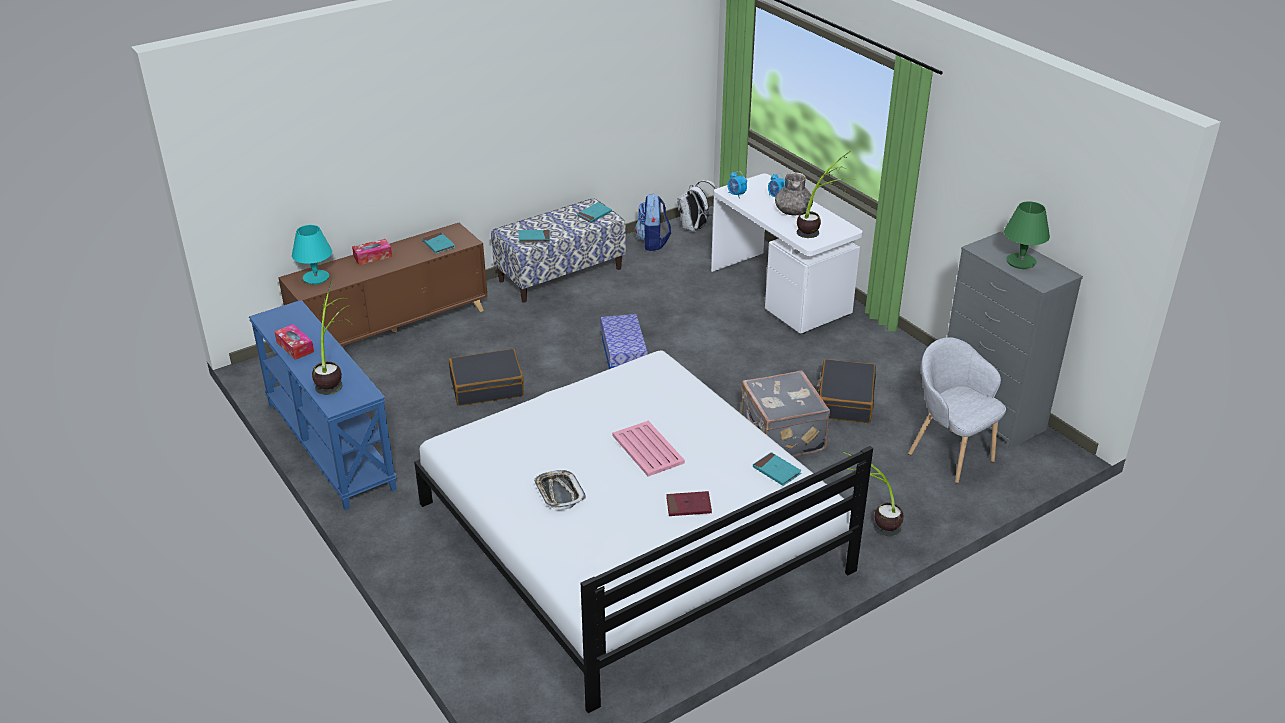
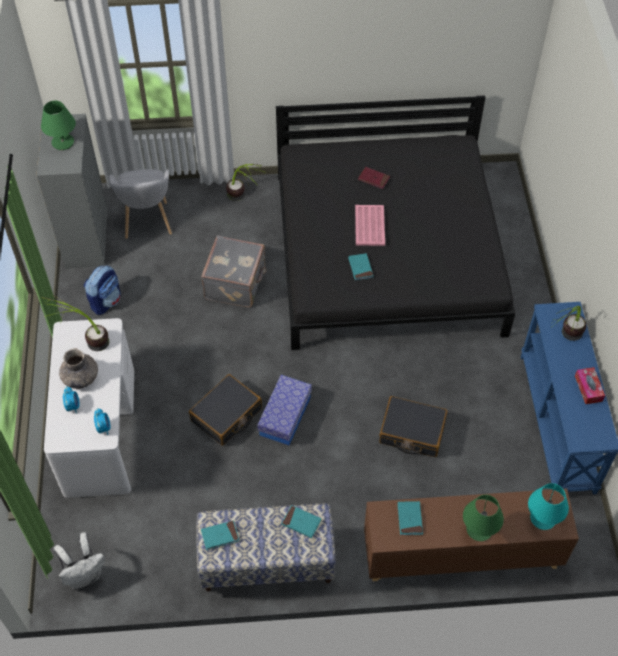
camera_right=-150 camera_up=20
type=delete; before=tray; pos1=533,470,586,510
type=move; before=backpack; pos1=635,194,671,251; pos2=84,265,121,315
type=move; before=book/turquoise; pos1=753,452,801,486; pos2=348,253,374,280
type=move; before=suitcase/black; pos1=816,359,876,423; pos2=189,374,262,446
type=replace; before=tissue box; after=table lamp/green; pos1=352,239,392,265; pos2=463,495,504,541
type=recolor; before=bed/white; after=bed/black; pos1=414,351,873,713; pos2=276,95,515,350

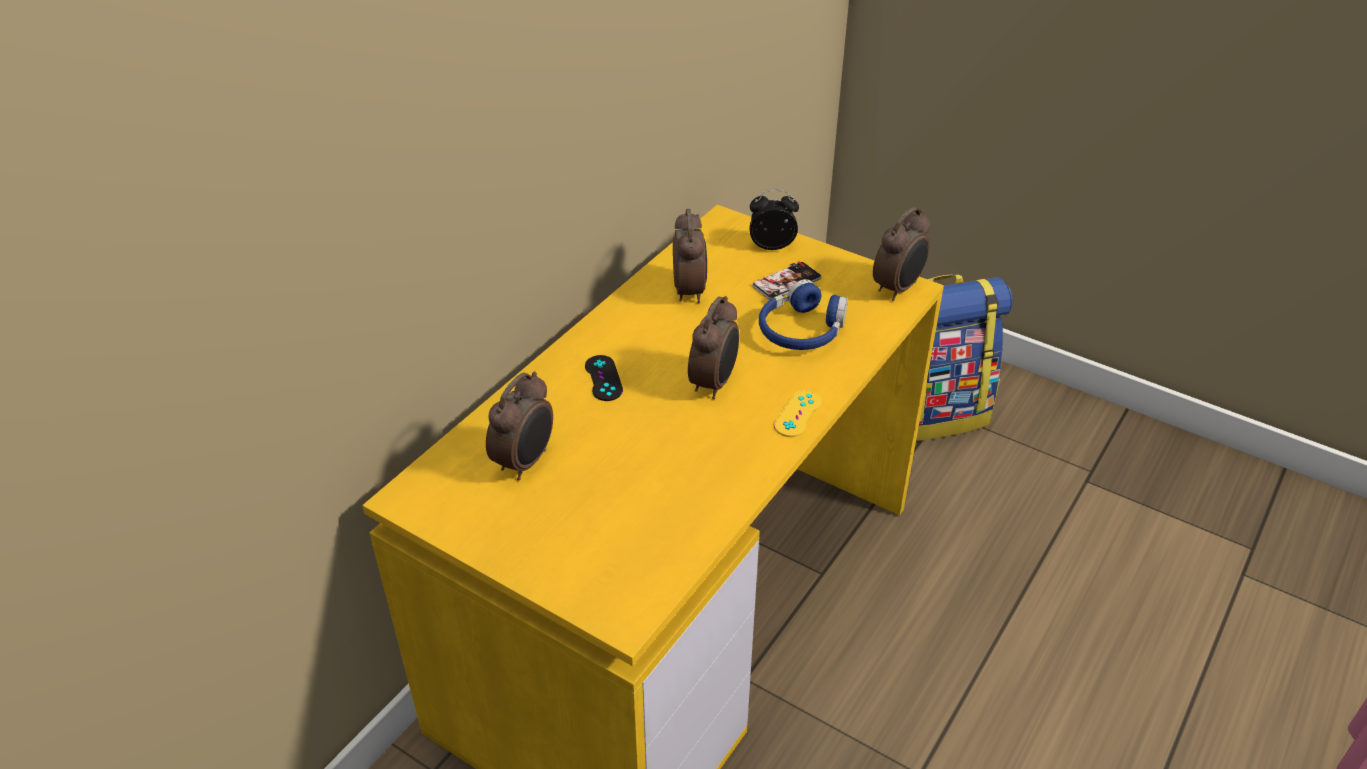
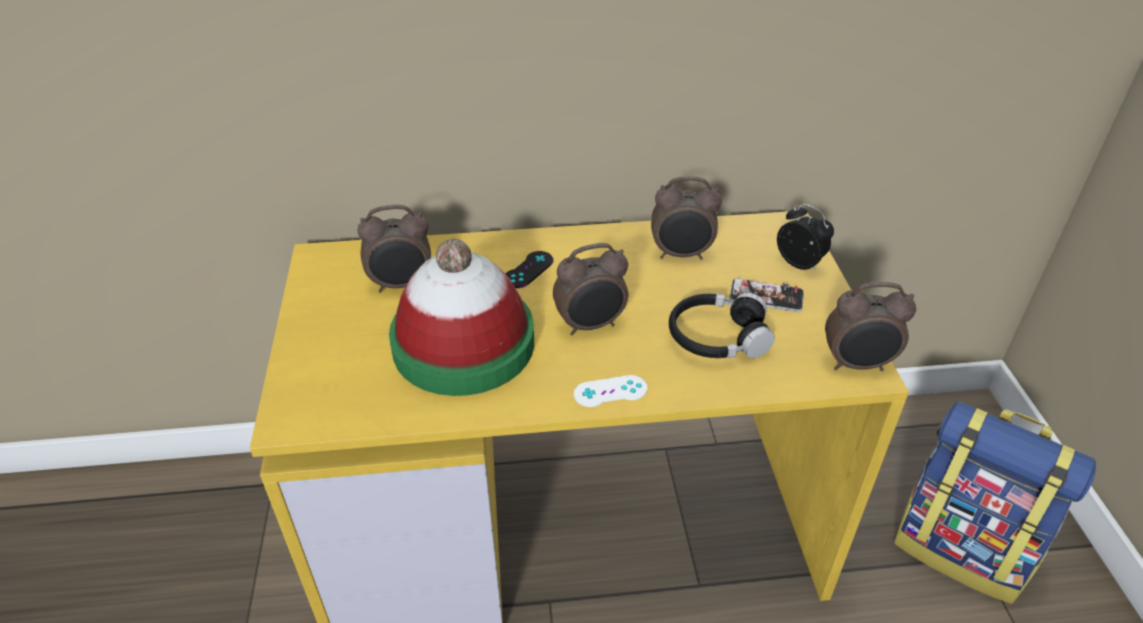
camera_right=50 camera_up=0
type=insert; after=hat; pos2=389,239,534,396
type=recolor; before=headphones/blue; after=headphones/black; pos1=759,279,848,350; pos2=669,293,775,358
type=recolor; before=game controller/yellow; after=game controller/white; pos1=774,390,821,437; pos2=574,375,648,407
type=rotate; before=alarm clock; pos1=673,209,707,303; pos2=651,176,722,260; turn=45

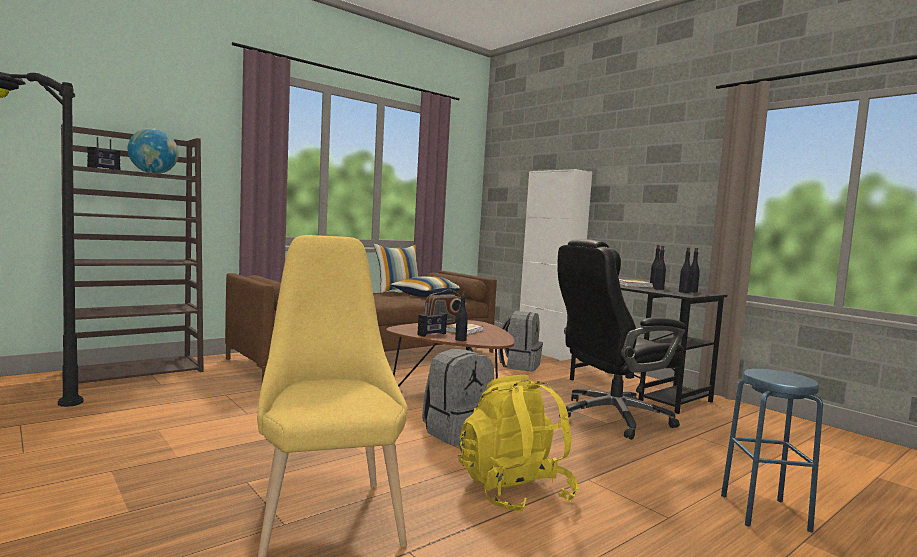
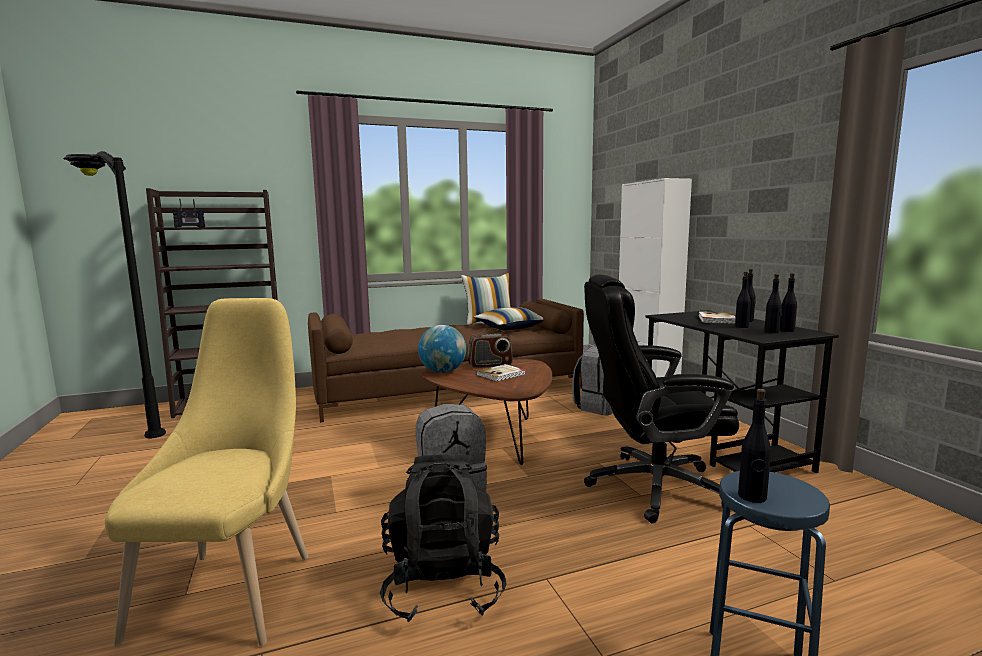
camera_right=20 camera_up=5
type=delete; before=radio; pos1=417,303,447,337
type=move; before=globe; pos1=128,128,178,174; pos2=418,325,466,373
type=move; before=bottle/black; pos1=455,291,468,341; pos2=738,389,771,503
type=recolor; before=backpack/yellow; after=backpack/black; pos1=458,374,579,513; pos2=380,454,506,622

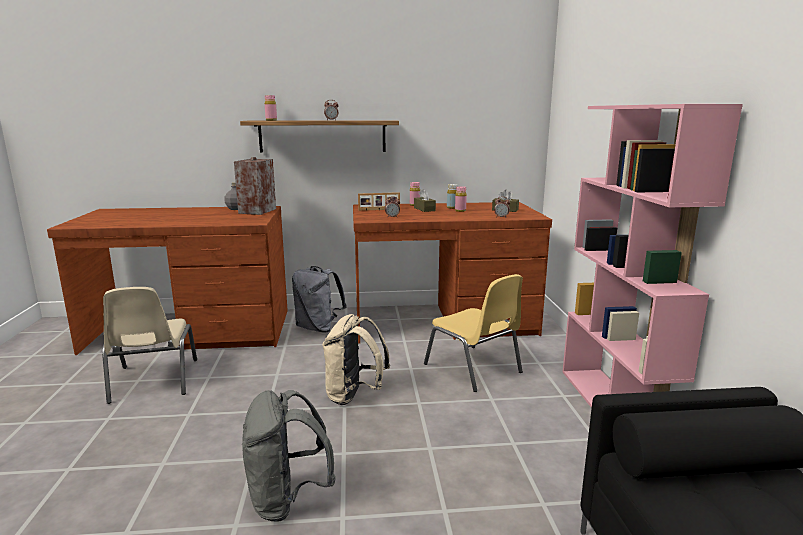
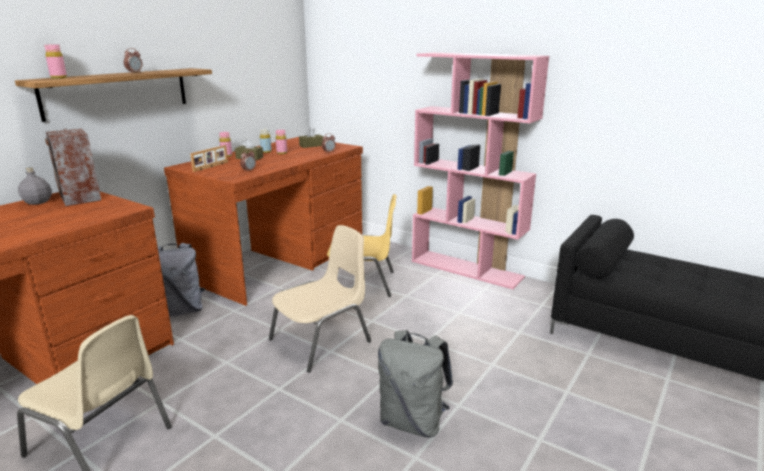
camera_right=-50 camera_up=5
type=replace; before=backpack/beige; after=chair/beige; pos1=322,314,390,405; pos2=269,225,371,373

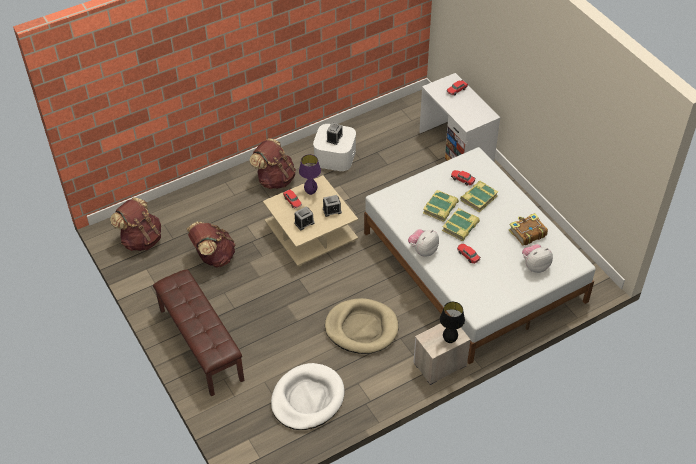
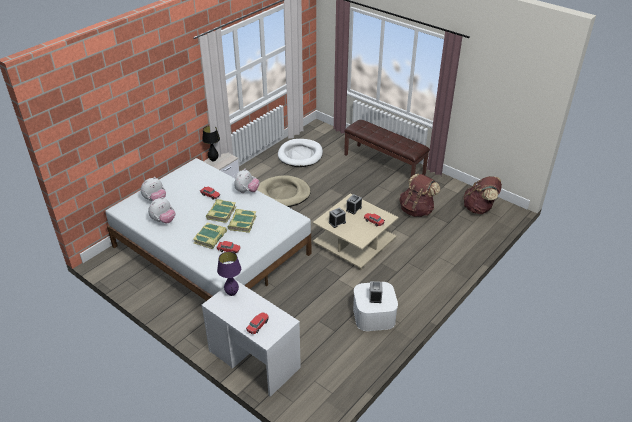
camera_right=160 camera_up=-10
type=delete; before=backpack/brown; pos1=249,138,296,189
type=move; before=table lamp/purple; pos1=299,154,321,195; pos2=217,252,241,296
type=replace; before=book; after=plush toy; pos1=509,213,548,245; pos2=148,197,175,223

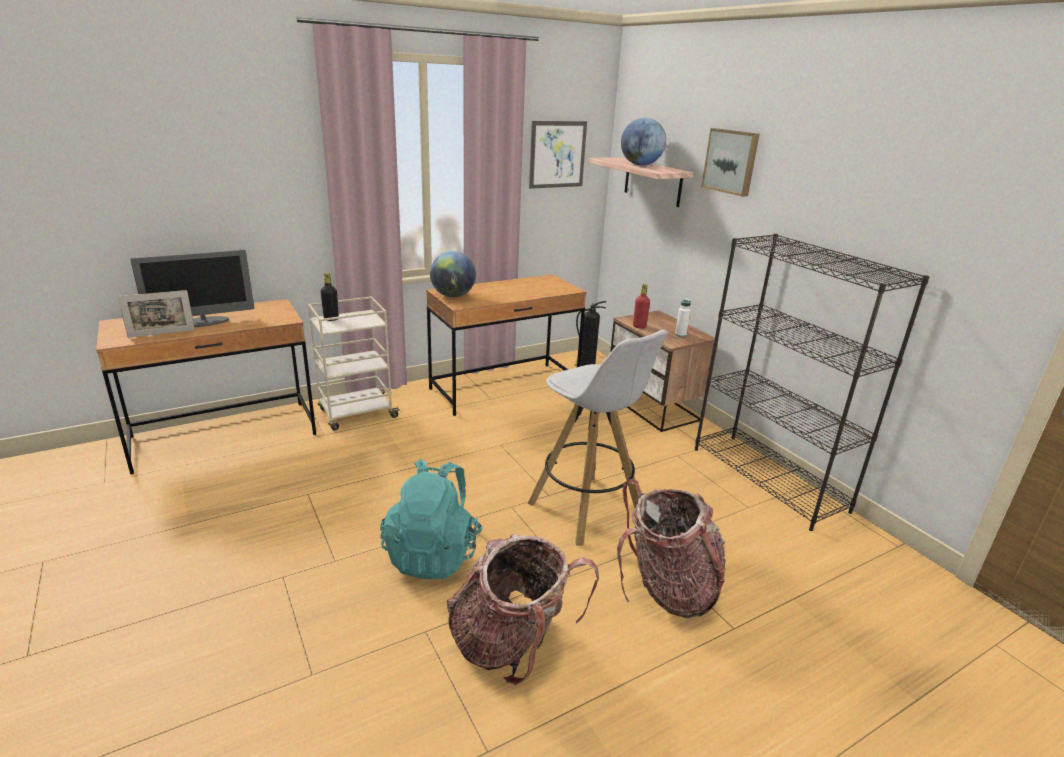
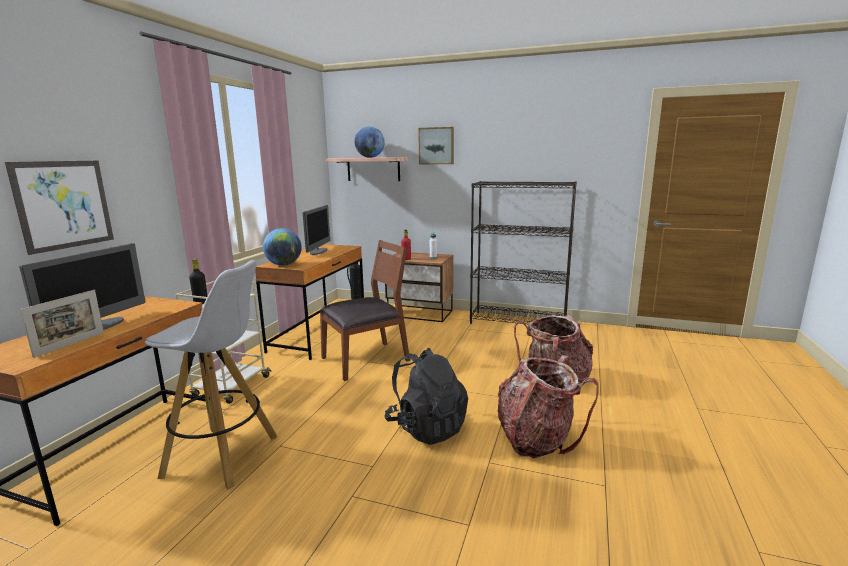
camera_right=-40 camera_up=-10
type=insert; after=monitor; pos2=303,205,330,255
type=insert; after=chair/brown; pos2=320,240,410,381
type=move; before=stool/white; pos1=528,330,667,546; pos2=144,260,277,490
type=move; before=picture; pos1=529,121,587,189; pos2=5,161,114,255
type=recolor; before=backpack/turquoise; after=backpack/black; pos1=380,459,483,579; pos2=384,348,468,445

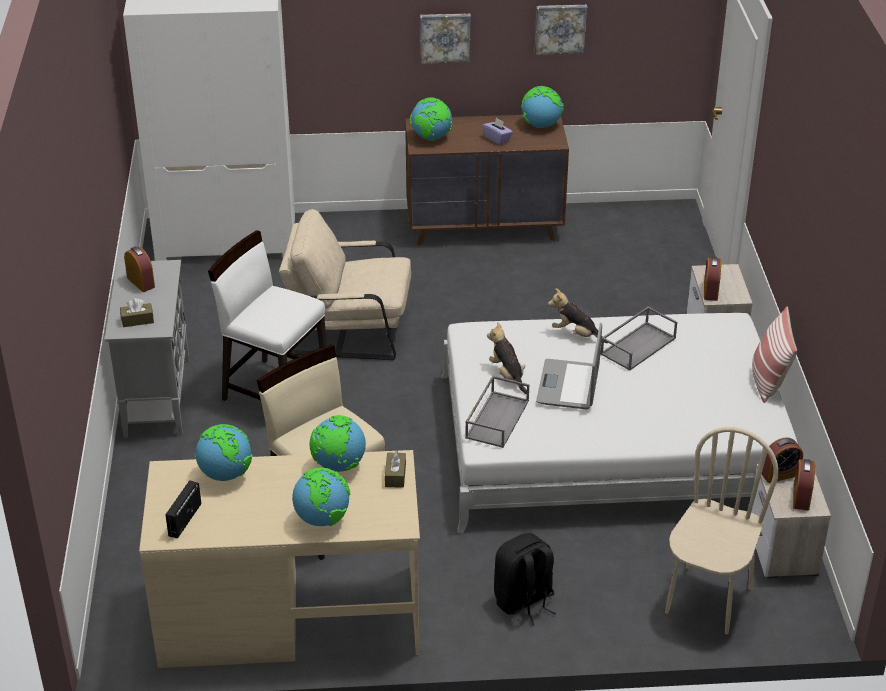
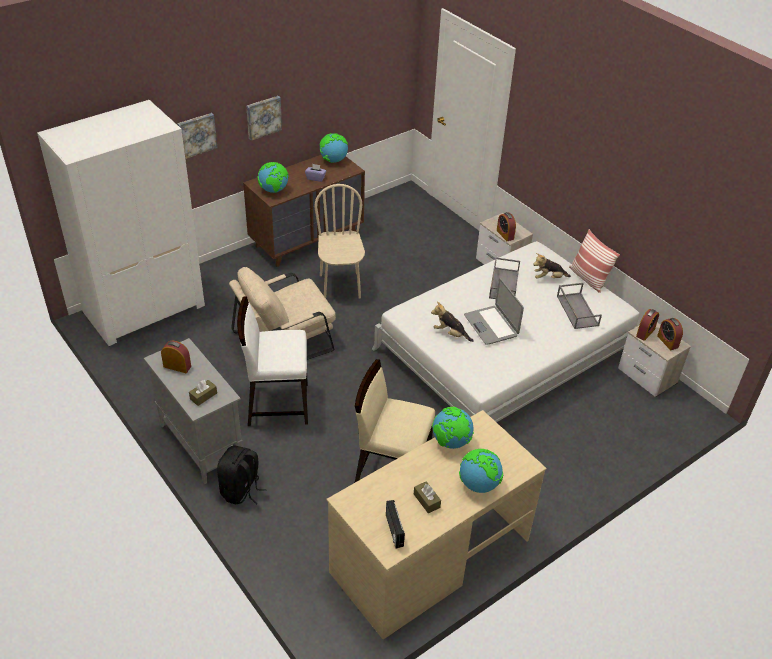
camera_right=-35 camera_up=5
type=delete; before=globe; pos1=195,424,252,481
type=move; before=tissue box/brown; pos1=385,450,406,488; pos2=414,481,441,513
type=move; before=tray/grey; pos1=465,375,529,448; pos2=557,283,602,329
type=move; before=backpack/black; pos1=494,533,556,626; pos2=217,445,267,505
type=move; before=picture; pos1=535,4,587,55; pos2=177,113,217,159
type=move; before=plush toy; pos1=548,288,608,343; pos2=533,253,571,279
type=move; before=chair/beige; pos1=665,427,779,634; pos2=314,184,365,299

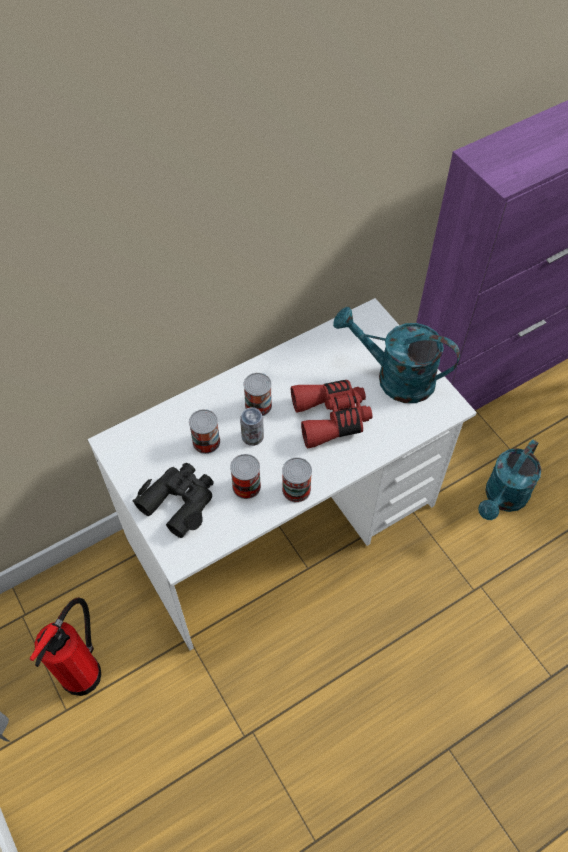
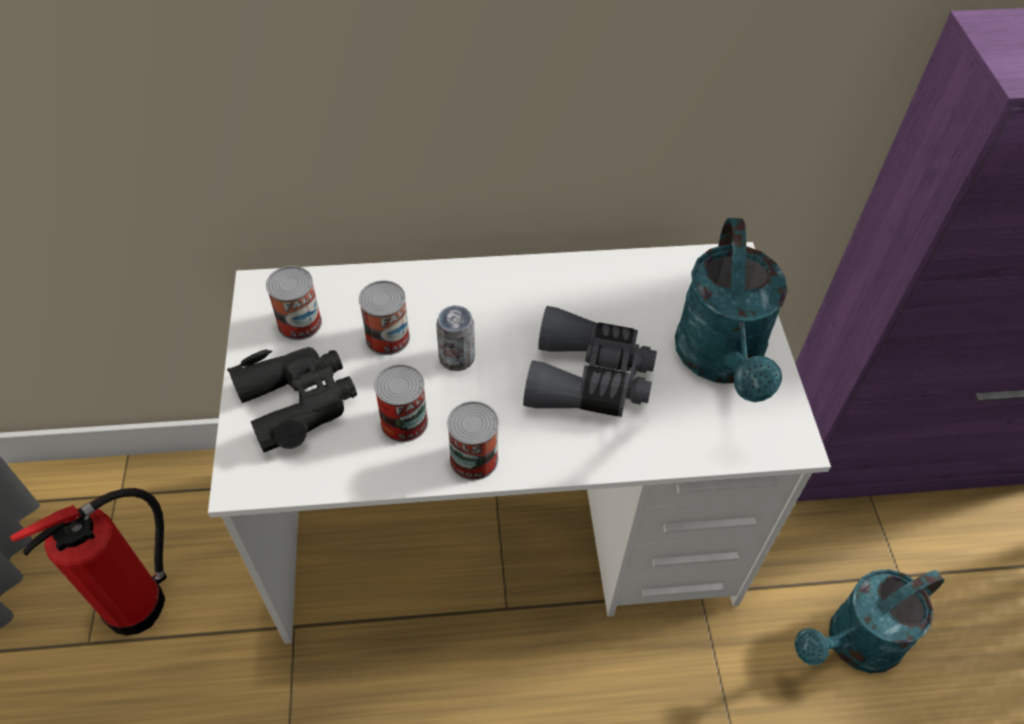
camera_right=25 camera_up=-5
type=move; before=can; pos1=243,373,272,416; pos2=266,266,322,340
type=recolor; before=binoculars/red; after=binoculars/grey; pos1=291,380,373,449; pos2=523,306,657,417
type=rotate; before=watering can/turquoise; pos1=333,307,460,403; pos2=675,218,787,402; turn=-135

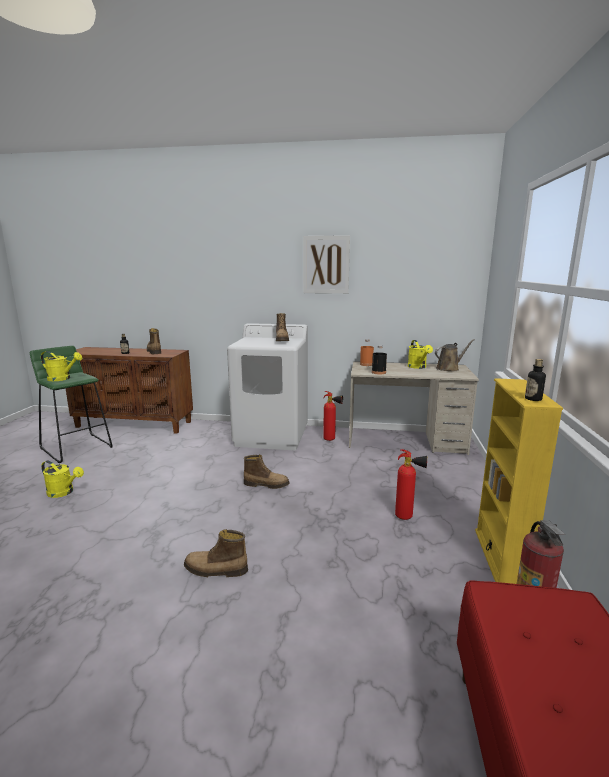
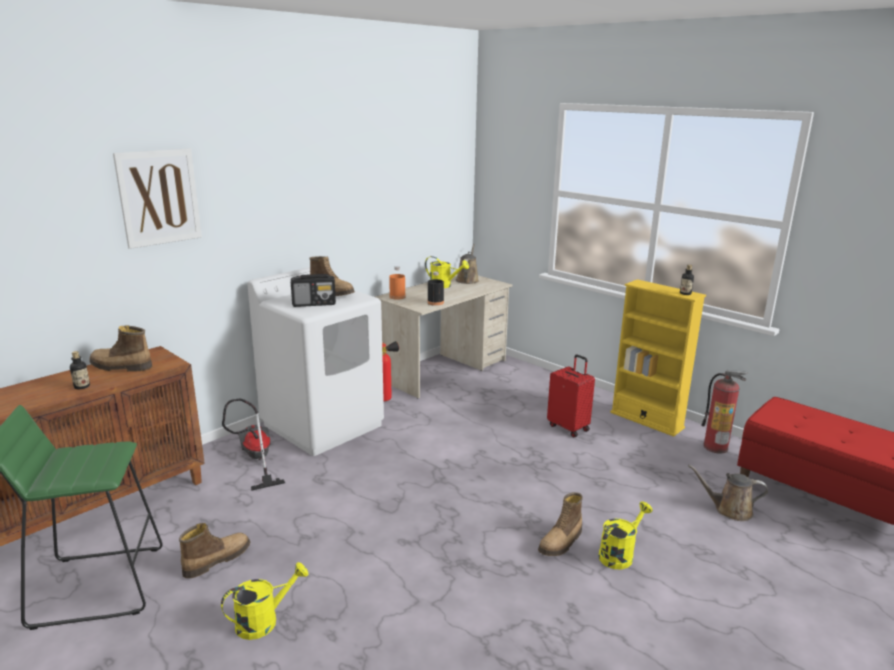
camera_right=-55 camera_up=5
type=insert; after=vacuum cleaner; pos2=222,399,285,491
type=insert; after=radio; pos2=291,274,336,307
type=insert; after=watering can/brown; pos2=688,465,768,521
type=move; before=watering can/yellow; pos1=41,351,82,381; pos2=598,501,653,569
type=move; before=boot; pos1=244,455,290,489; pos2=179,523,250,578
type=move; before=picture; pos1=303,235,350,294; pos2=113,149,202,249
type=replace; before=fire extinguisher; after=suitcase/red; pos1=395,449,427,520; pos2=547,354,595,437

